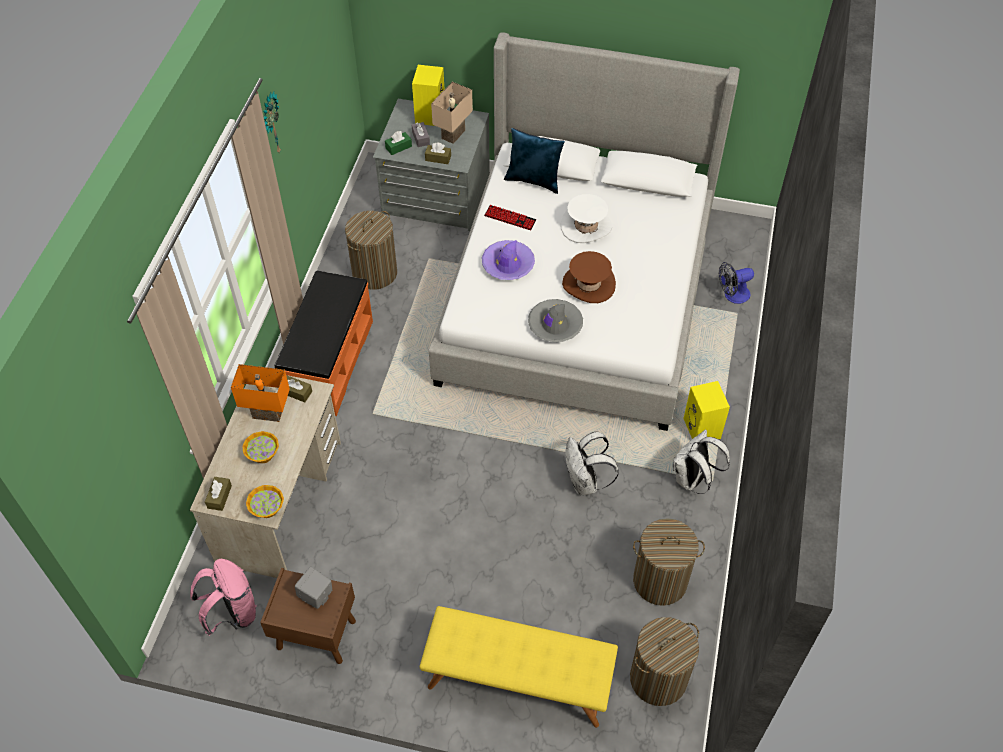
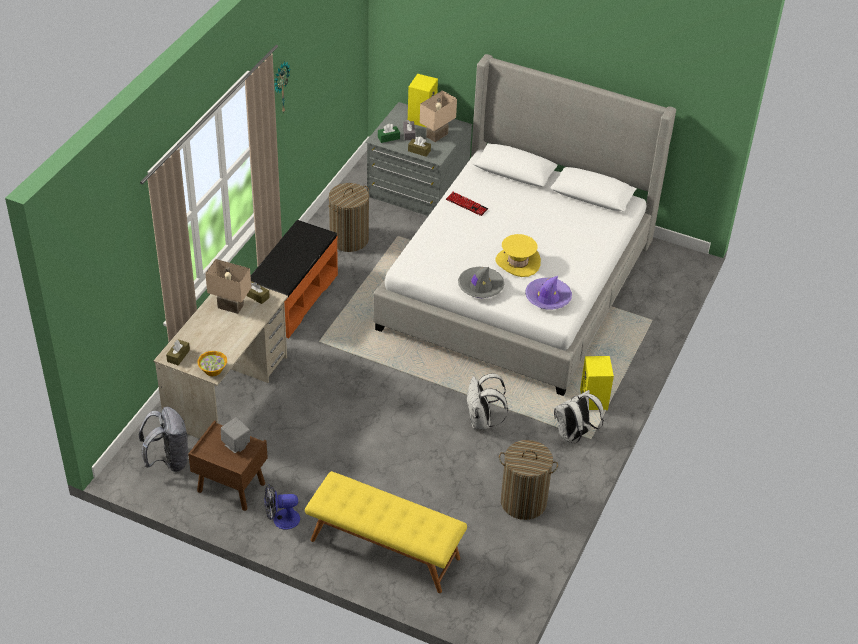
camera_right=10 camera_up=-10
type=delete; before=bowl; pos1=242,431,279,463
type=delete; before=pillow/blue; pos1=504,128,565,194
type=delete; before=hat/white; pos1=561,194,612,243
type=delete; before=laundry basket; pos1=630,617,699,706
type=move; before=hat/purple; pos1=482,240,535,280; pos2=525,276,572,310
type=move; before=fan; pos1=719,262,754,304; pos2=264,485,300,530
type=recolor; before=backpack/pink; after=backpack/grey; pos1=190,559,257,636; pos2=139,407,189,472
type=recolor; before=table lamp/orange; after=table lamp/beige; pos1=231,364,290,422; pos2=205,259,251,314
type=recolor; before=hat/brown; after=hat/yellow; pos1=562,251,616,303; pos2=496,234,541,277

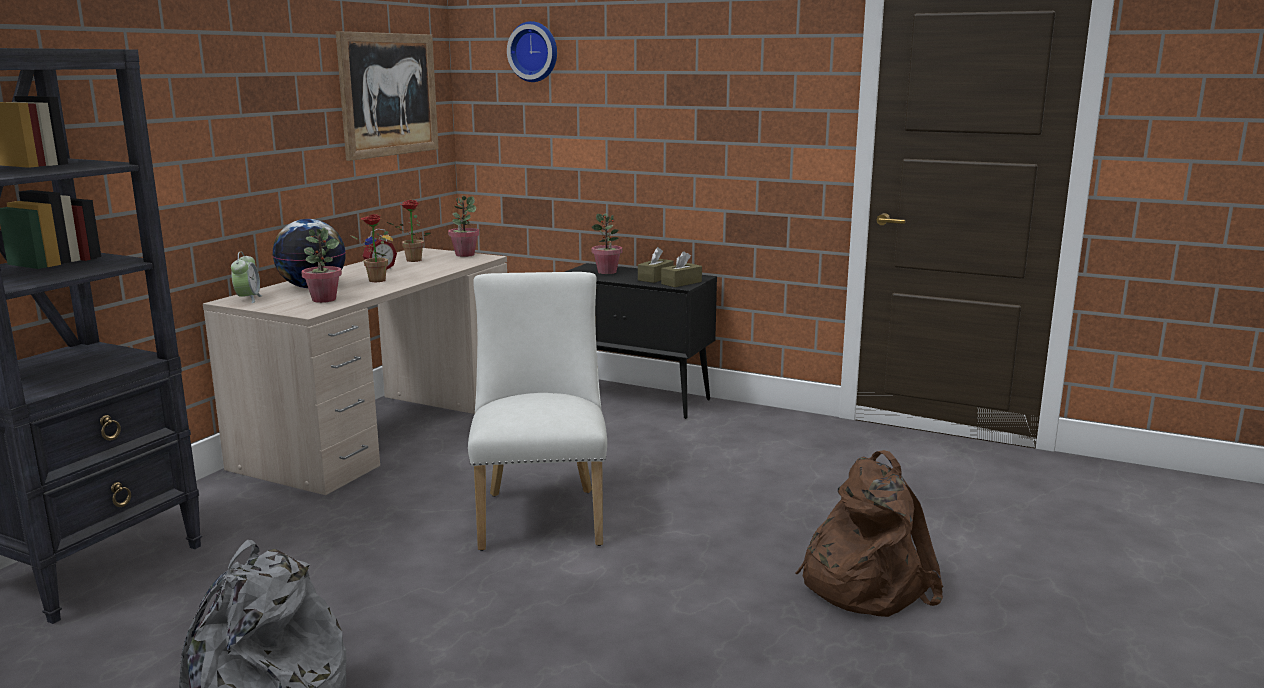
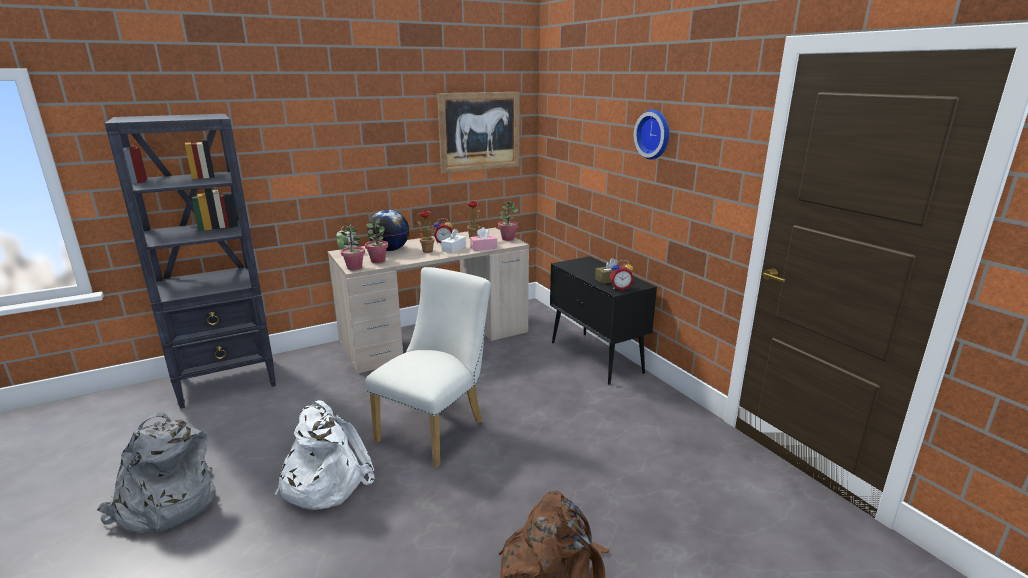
camera_right=35 camera_up=5
type=insert; after=backpack/white; pos2=275,400,375,510
type=insert; after=tissue box/white; pos2=441,229,466,253
type=insert; after=tissue box/pink; pos2=470,227,497,251
type=move; before=wall clock; pos1=507,21,557,82; pos2=634,109,669,160
type=move; before=potted plant; pos1=592,213,623,274; pos2=341,223,365,270
type=replace; before=tissue box/brown; after=alarm clock; pos1=661,251,702,287; pos2=609,260,634,290

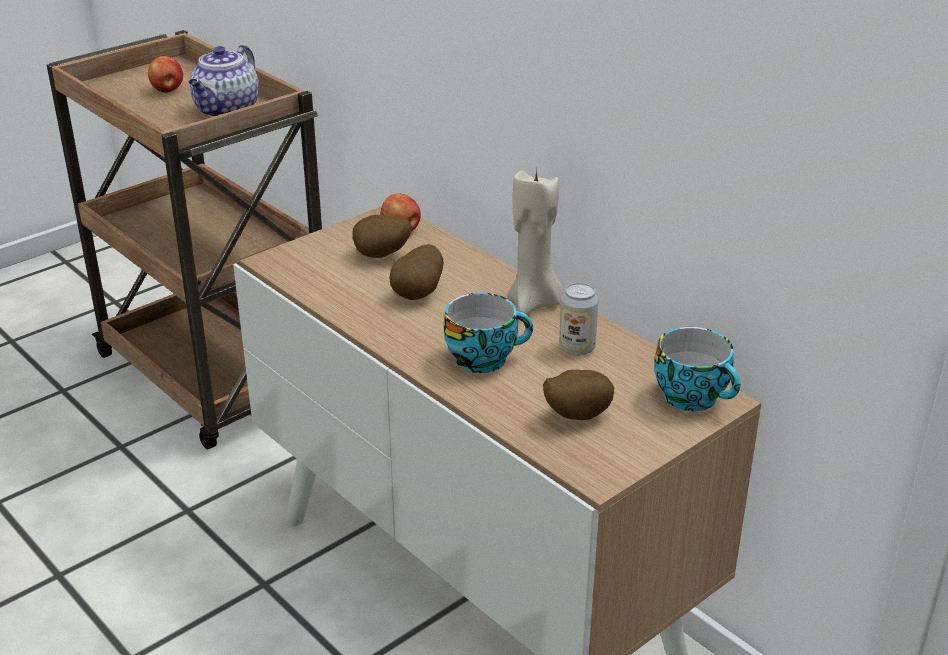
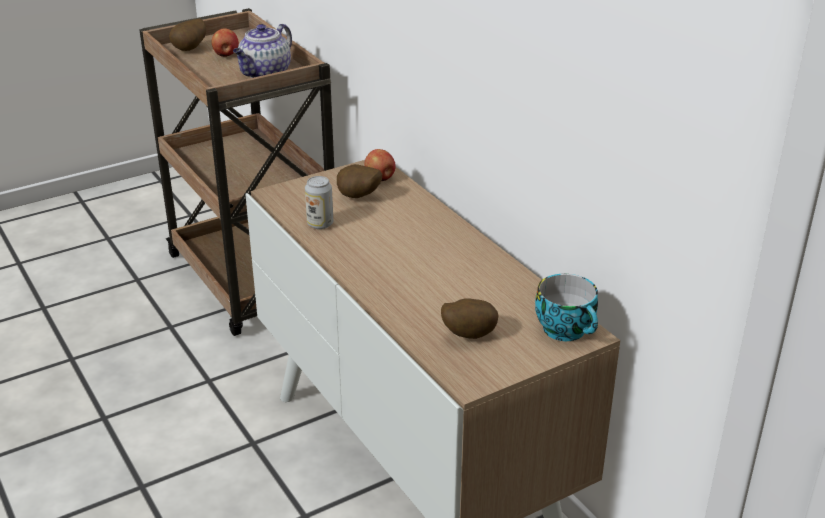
camera_right=10 camera_up=0
type=delete; before=cup; pos1=444,293,533,373
type=delete; before=candle/beige; pos1=507,169,564,315
type=move; before=potato; pos1=389,244,444,300; pos2=169,19,206,51
type=move; before=can; pos1=559,283,599,356; pos2=305,176,333,229

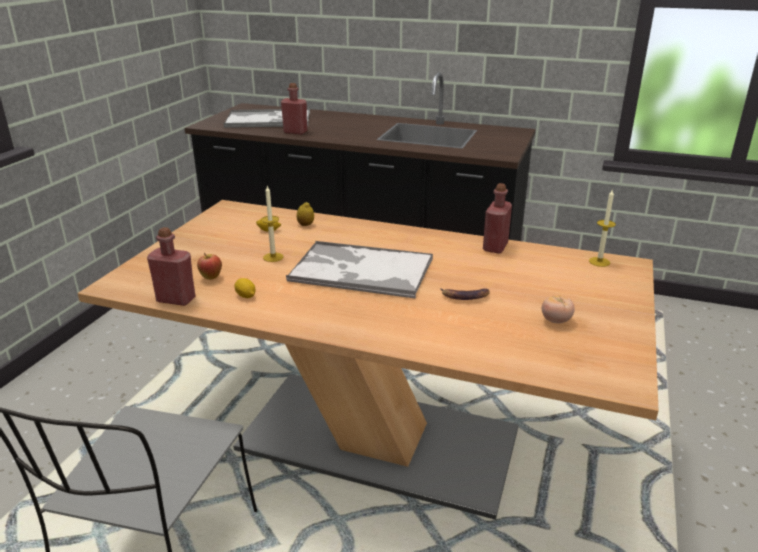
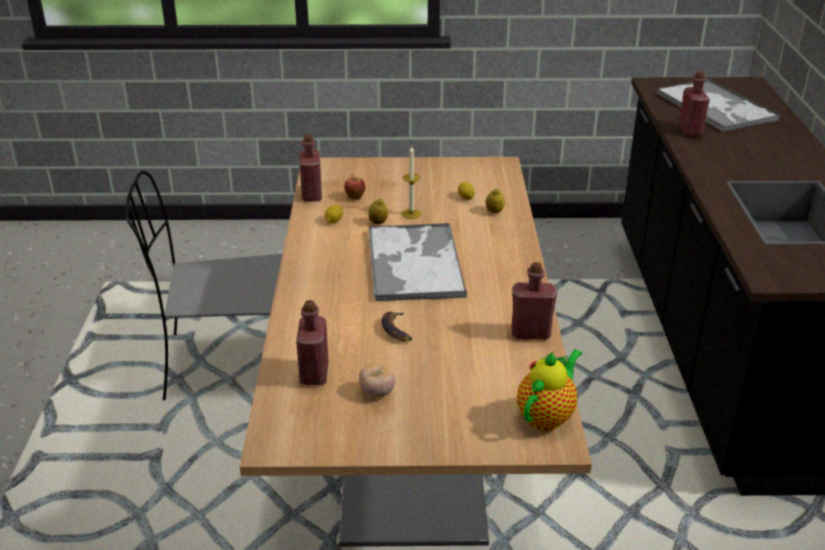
camera_right=70 camera_up=5
type=insert; after=bottle/red; pos2=296,300,329,385
type=insert; after=lemon; pos2=368,198,388,224
type=replace; before=candle; after=teapot; pos1=589,190,616,267; pos2=517,349,582,431

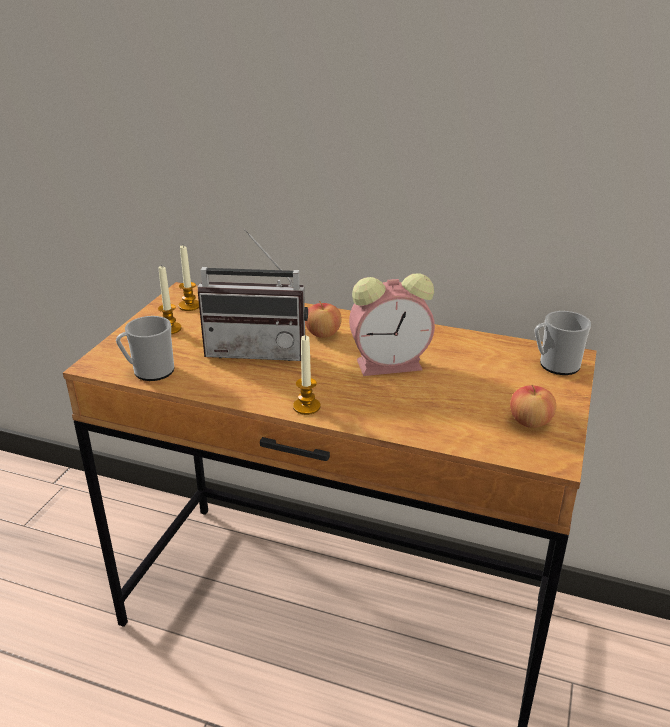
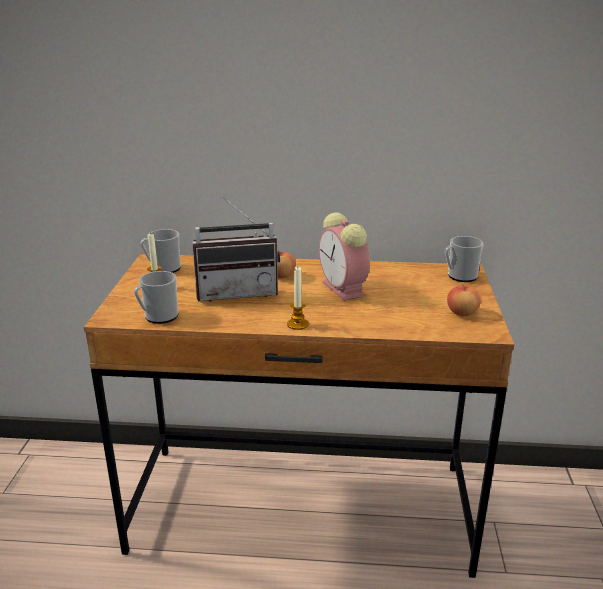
camera_right=-15 camera_up=-5
type=replace; before=candle; after=mug; pos1=178,246,199,311; pos2=140,229,181,273
type=rotate; before=alarm clock; pos1=349,273,435,376; pos2=319,213,370,301; turn=90

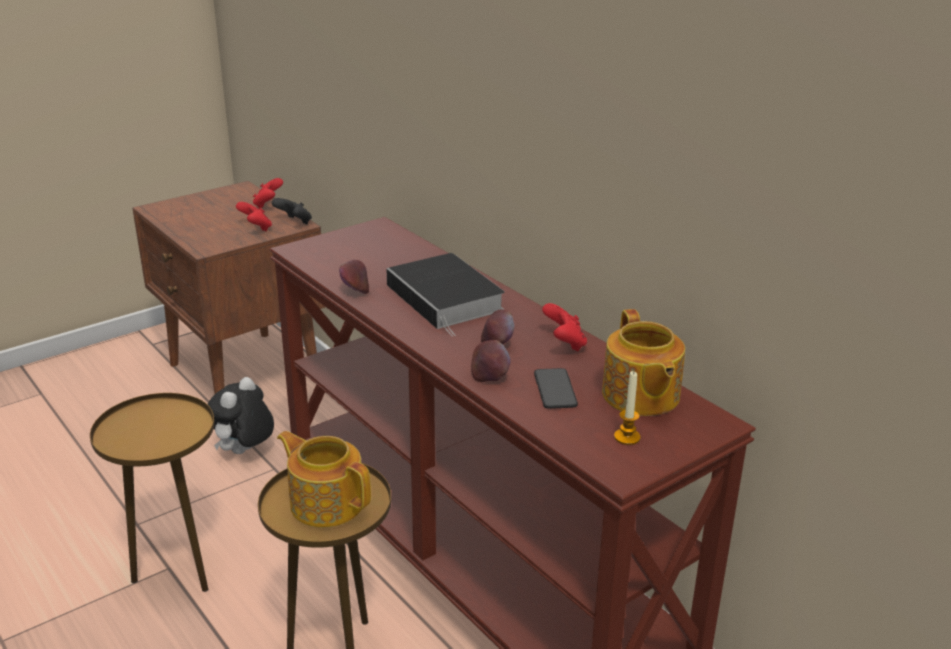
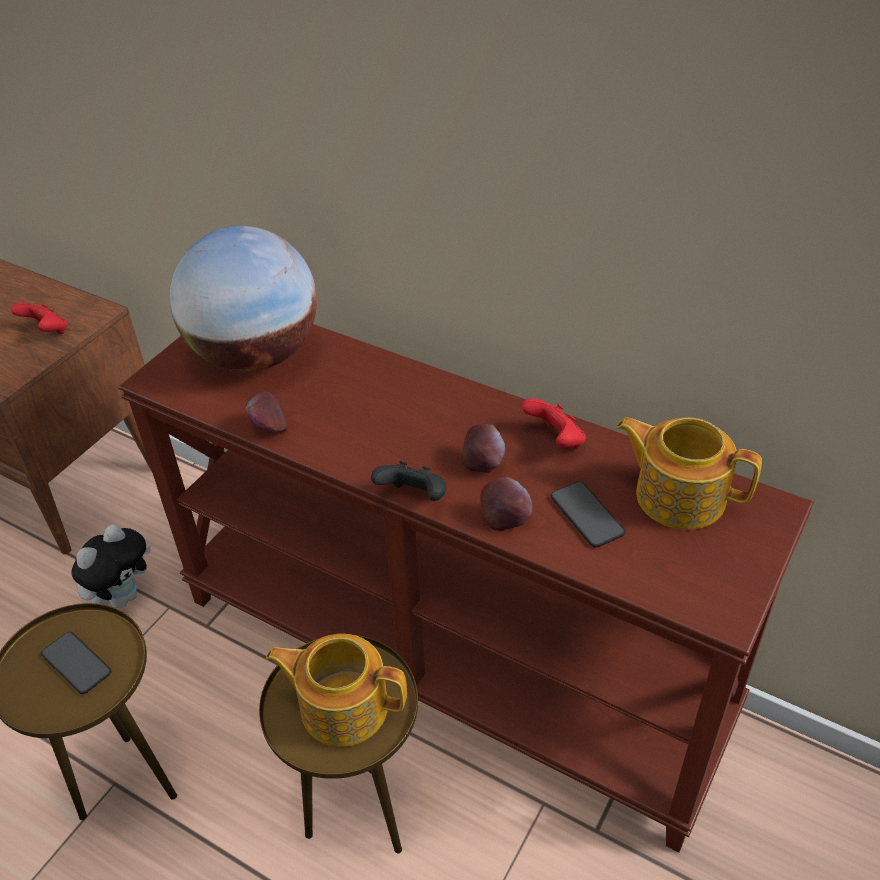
camera_right=-20 camera_up=15
type=delete; before=game controller/red; pos1=253,178,283,209
type=delete; before=book; pos1=386,253,505,337
type=delete; before=candle; pos1=614,371,641,445
type=insert; after=phone; pos2=41,632,111,694
type=insert; after=globe; pos2=170,226,317,372
type=move; before=game controller/black; pos1=272,198,312,224; pos2=371,461,447,501
type=rotate; before=plush toy; pos1=208,377,274,454; pos2=71,524,151,608; turn=-150
type=rotate; before=teapot; pos1=602,309,685,416; pos2=617,417,762,530; turn=150

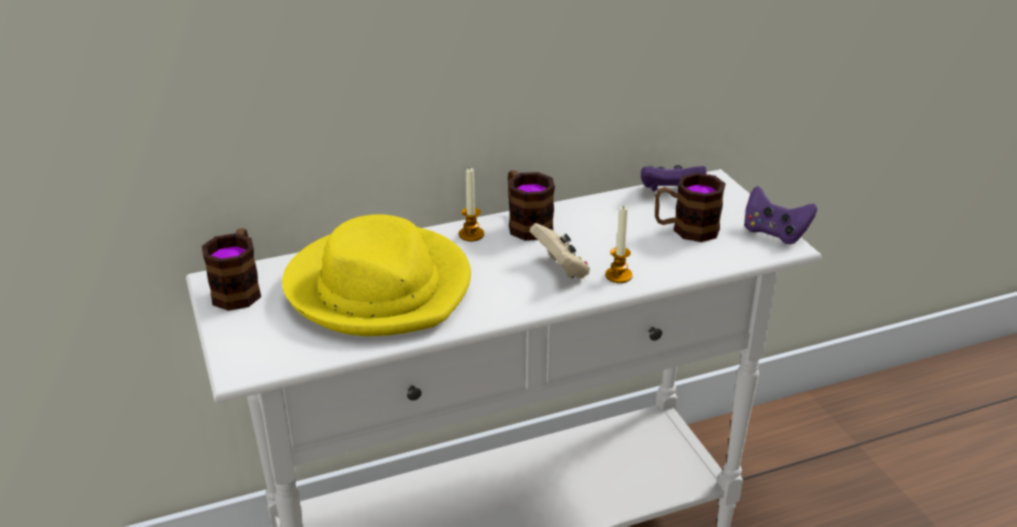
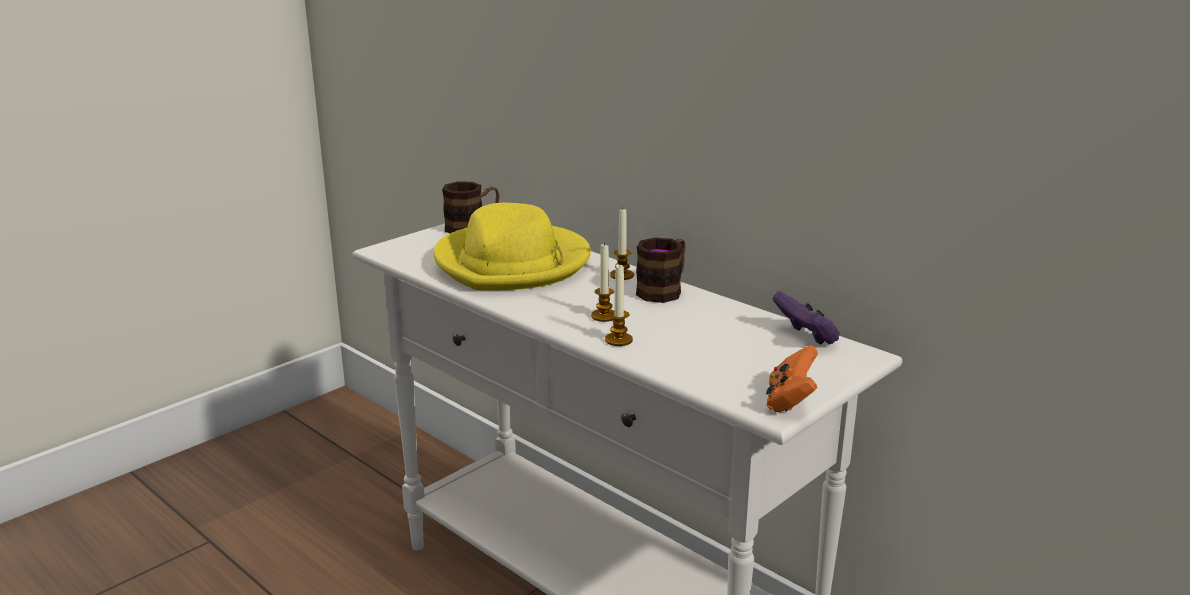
camera_right=65 camera_up=-10
type=delete; before=mug; pos1=655,173,726,242
type=replace; before=game controller/beige; after=candle; pos1=530,223,590,279; pos2=591,242,614,322
type=recolor; before=game controller/purple; after=game controller/orange; pos1=744,186,817,244; pos2=766,345,818,412

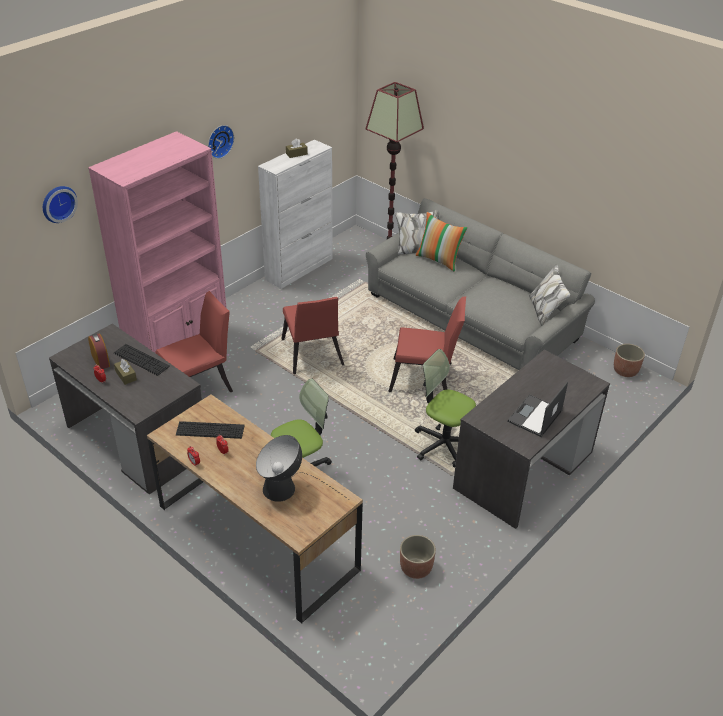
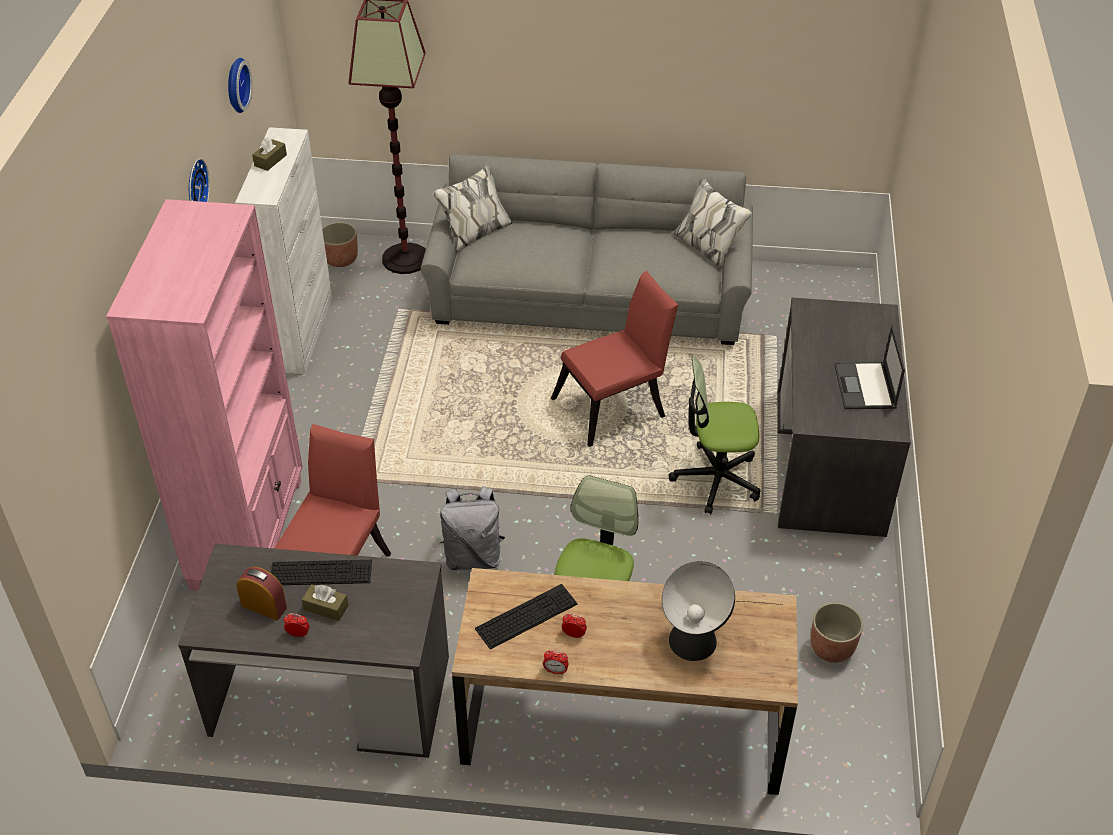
camera_right=-35 camera_up=5
type=delete; before=chair/red; pos1=281,297,344,374
type=delete; before=pillow; pos1=416,212,468,272
type=insert; after=backpack/grey; pos2=440,486,505,570
type=move; before=wall clock; pos1=43,186,78,223; pos2=228,58,253,113
type=move; before=planter; pos1=614,344,645,377; pos2=322,222,358,267

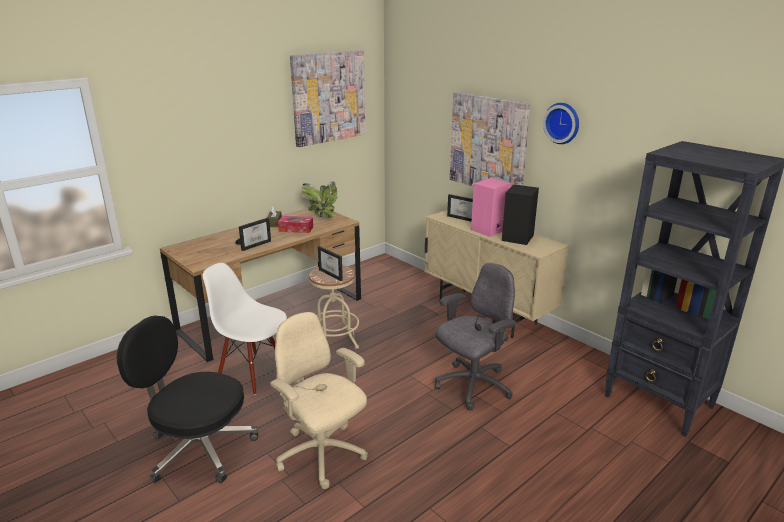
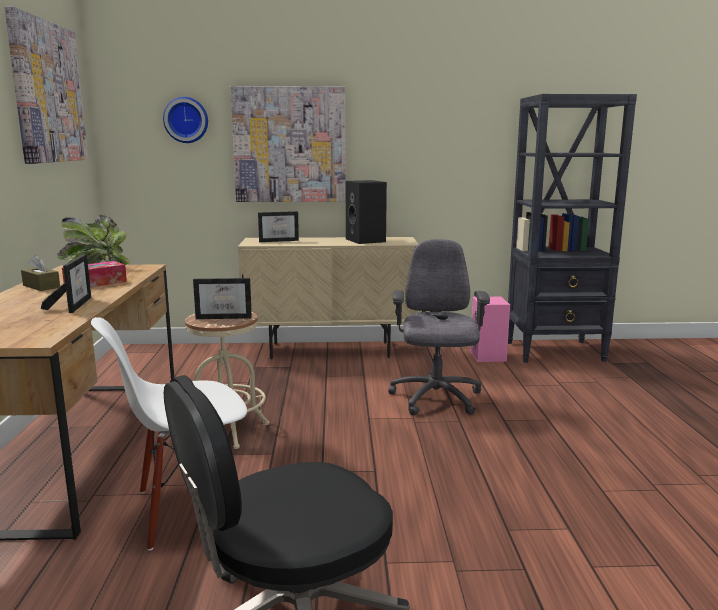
camera_right=-50 camera_up=-10
type=delete; before=office chair/beige; pos1=270,312,368,489
type=move; before=speaker/pink; pos1=471,178,511,237; pos2=470,297,510,362
type=move; before=wall clock; pos1=543,103,579,144; pos2=163,97,208,143

